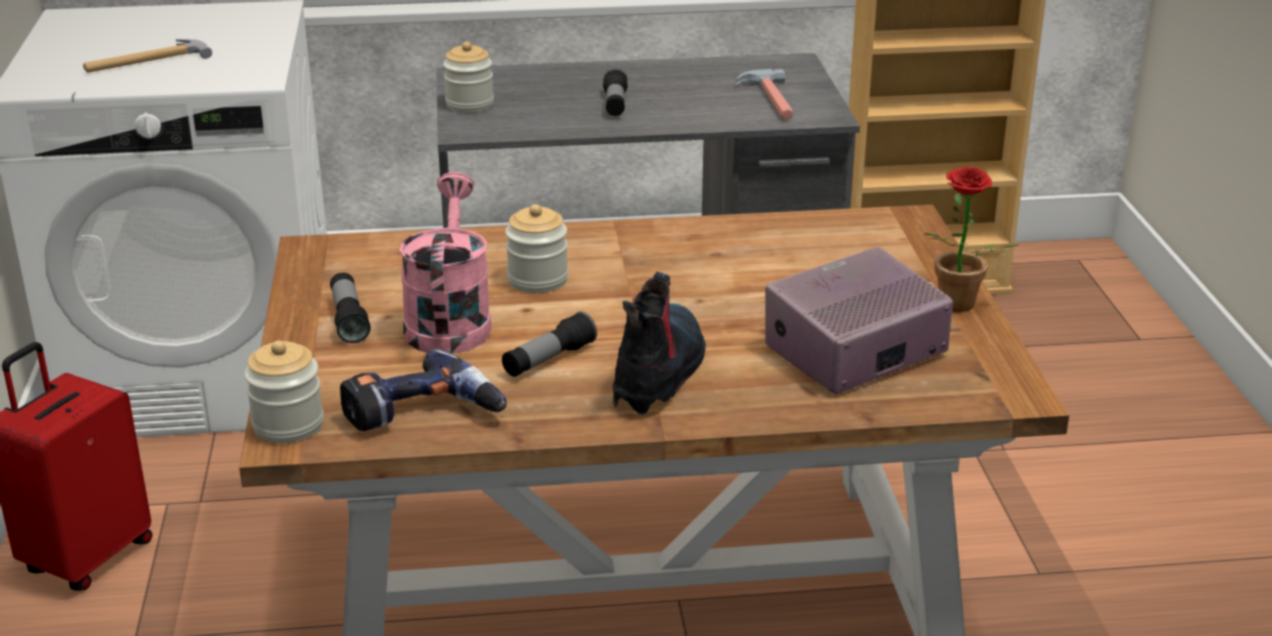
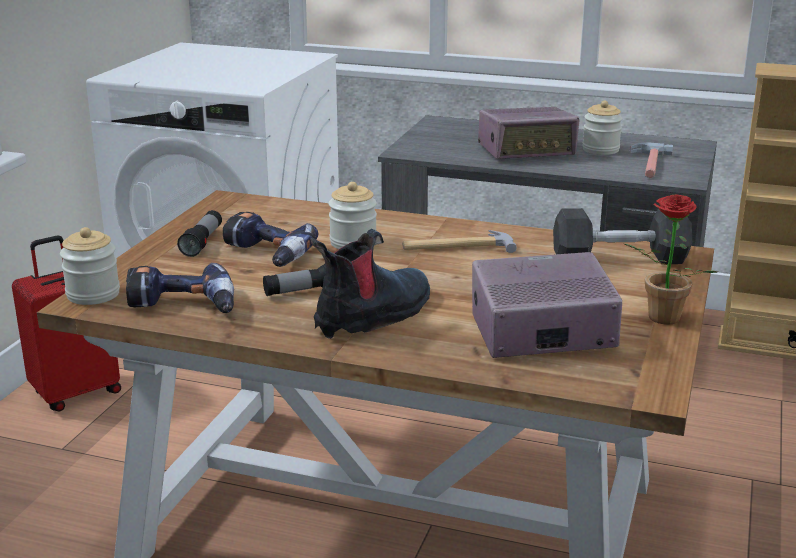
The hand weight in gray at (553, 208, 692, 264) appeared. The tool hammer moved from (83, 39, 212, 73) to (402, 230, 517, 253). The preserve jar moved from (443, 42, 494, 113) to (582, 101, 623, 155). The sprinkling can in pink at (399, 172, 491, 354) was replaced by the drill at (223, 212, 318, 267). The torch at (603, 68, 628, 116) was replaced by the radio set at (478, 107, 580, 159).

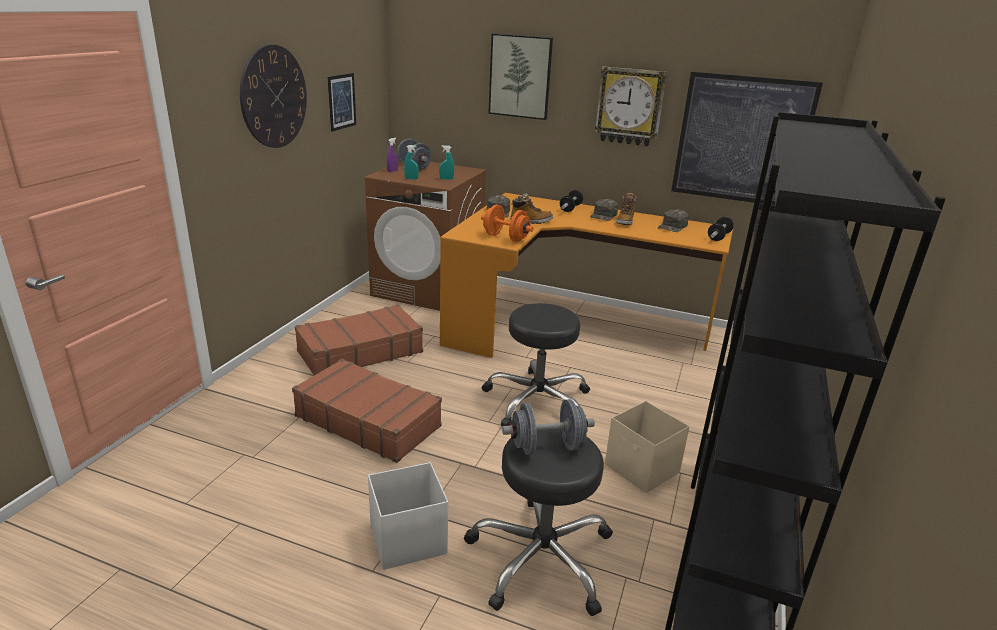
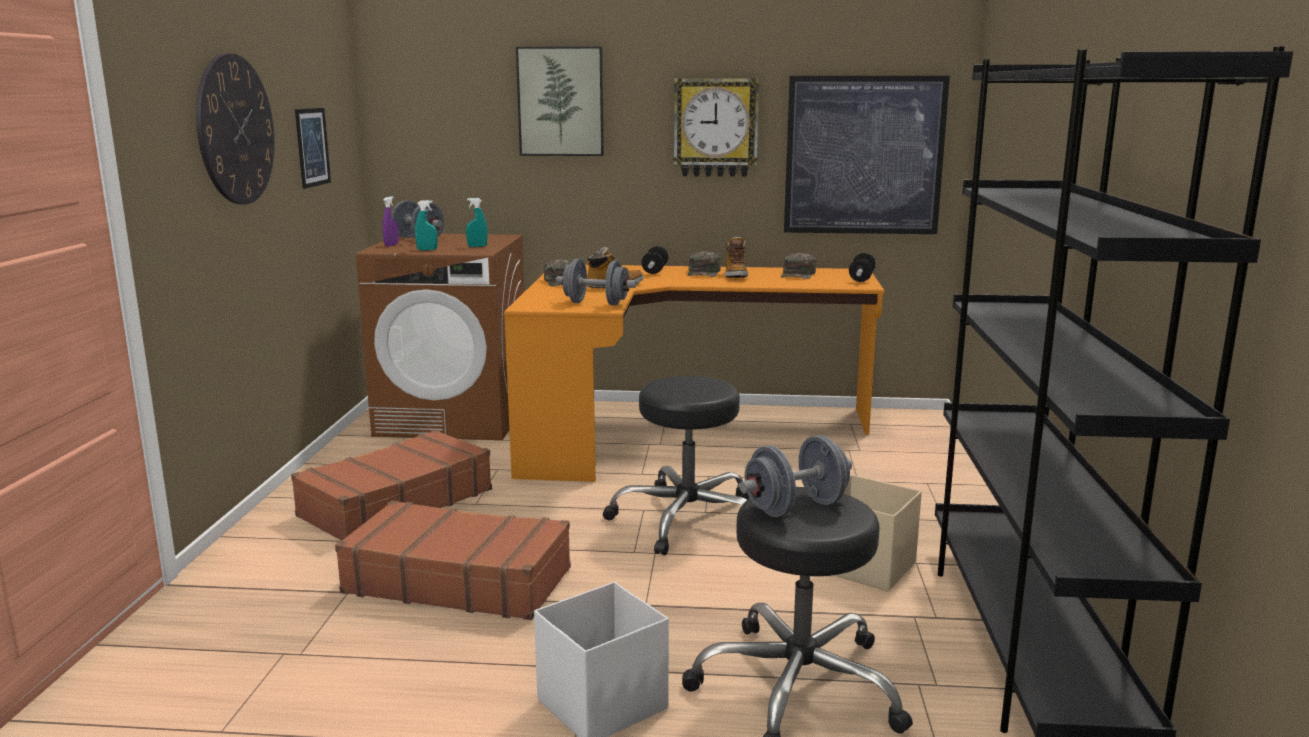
The hand weight in orangey at (481, 205, 534, 242) became the hand weight in gray at (556, 259, 636, 306).

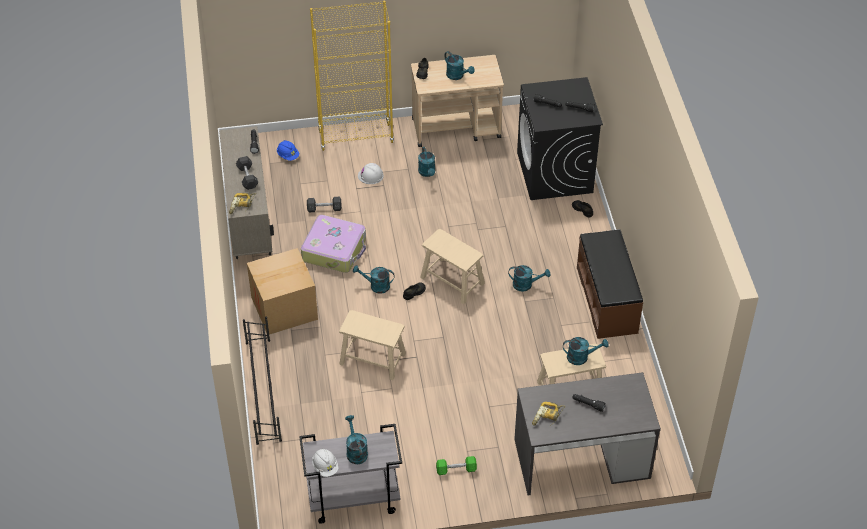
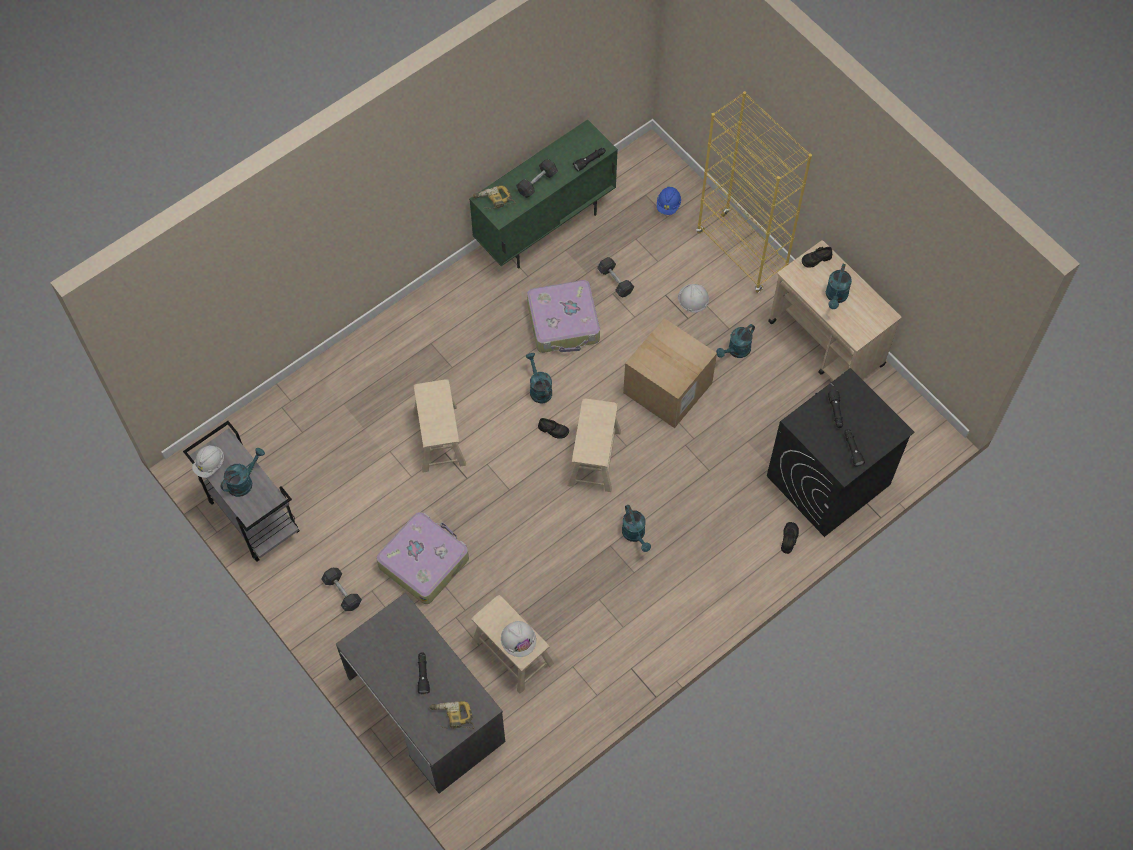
The shoe rack in black-coloured at (243, 317, 282, 445) disappeared. The indoor bench in brown-coloured at (577, 229, 643, 339) disappeared. The piece of luggage at (376, 512, 469, 604) appeared. The carton moved from (247, 248, 318, 335) to (623, 318, 717, 428). The drill moved from (532, 402, 566, 427) to (429, 701, 474, 729). The sprinkling can in blue-green at (563, 337, 609, 365) was replaced by the work helmet in white at (501, 621, 536, 657). The cabinet in sand-coloured at (219, 126, 274, 259) became the cabinet in green-coloured at (469, 120, 618, 269). The hand weight in green-coloured at (436, 456, 477, 475) became the hand weight in gray at (321, 568, 362, 611).

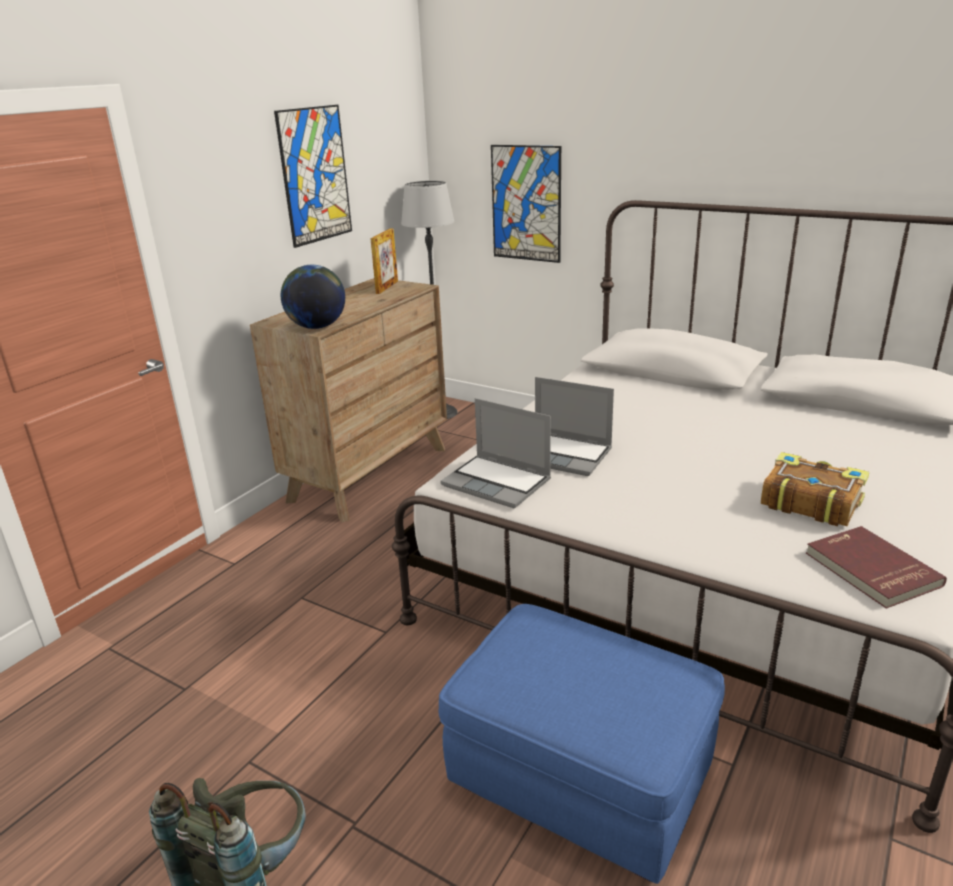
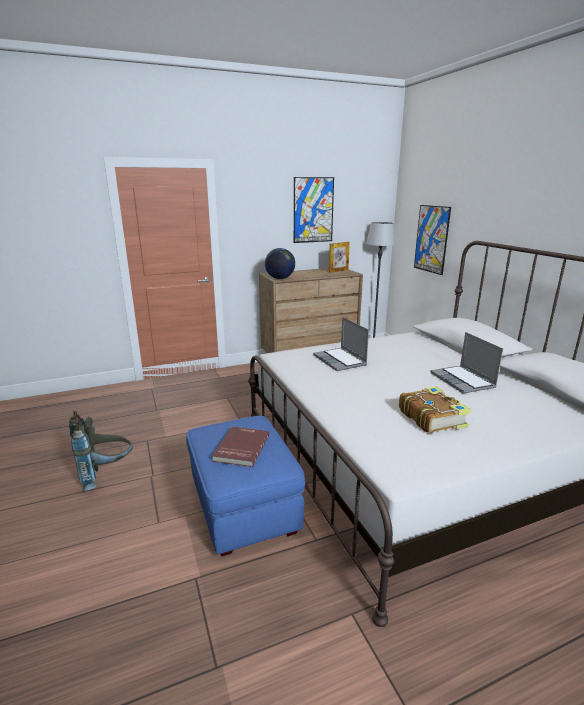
The portable computer moved from (440, 398, 551, 508) to (430, 332, 503, 393). The bound book in reddish moved from (806, 526, 947, 609) to (212, 427, 269, 467).

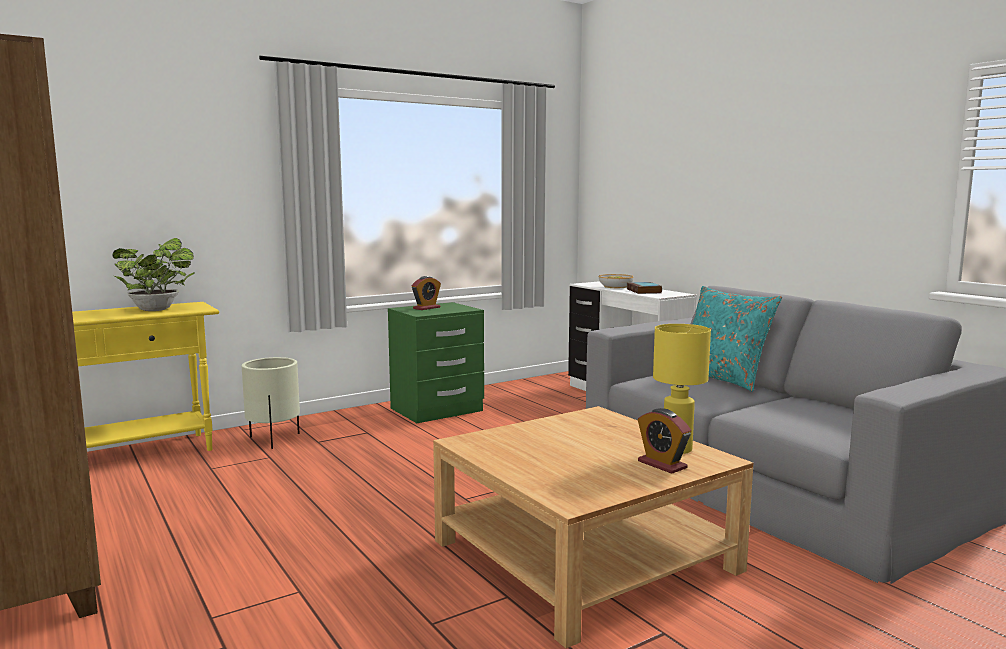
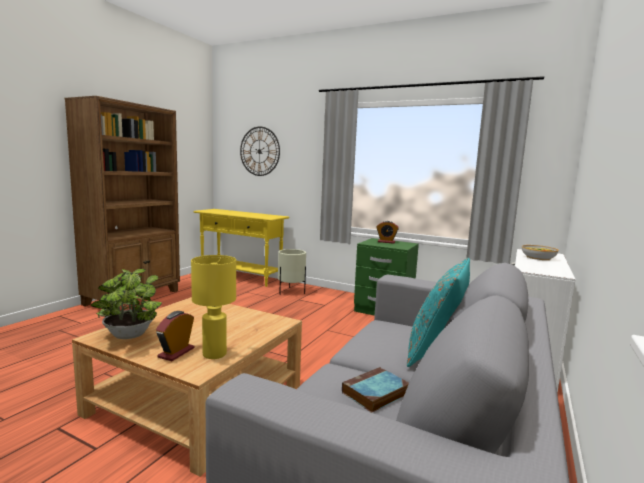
The wall clock at (240, 127, 280, 176) appeared. The potted plant moved from (112, 238, 195, 311) to (91, 269, 162, 339). The bound book moved from (627, 282, 662, 294) to (342, 367, 409, 413).

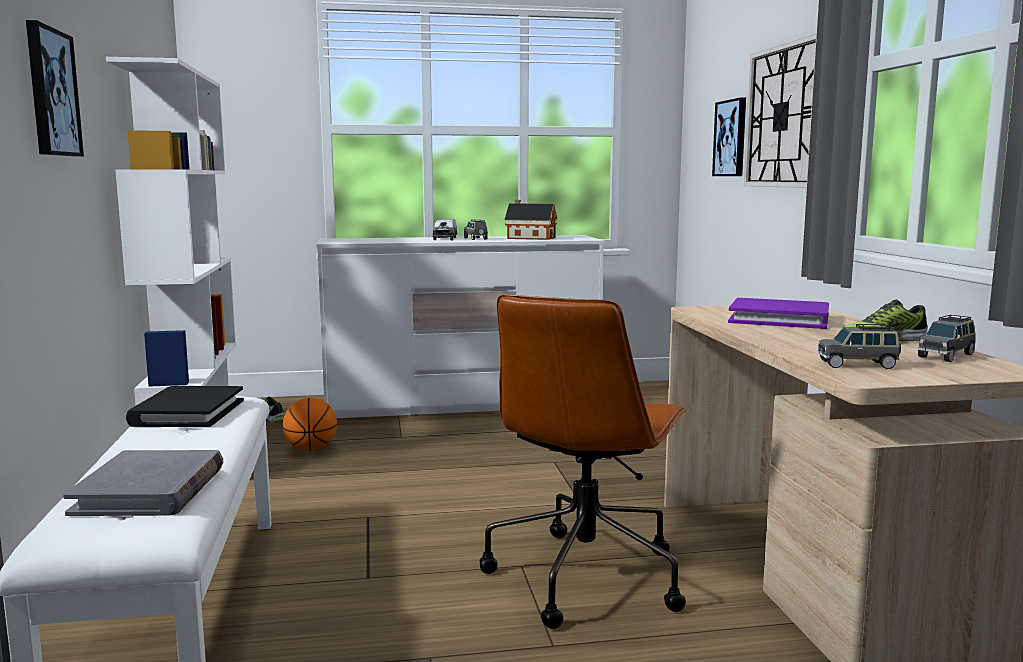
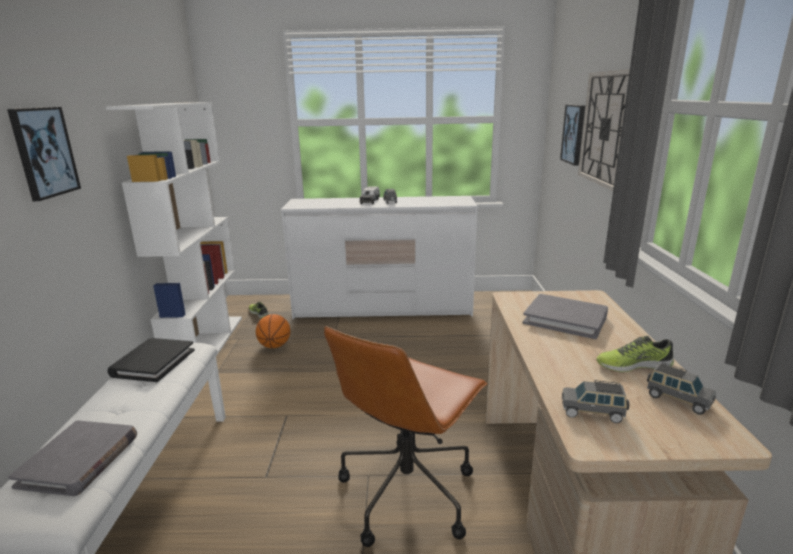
The toy house at (505, 200, 557, 240) disappeared. The bound book in purple-coloured at (728, 298, 829, 329) became the bound book in gray at (523, 294, 608, 339). The miniature car in gray at (918, 315, 976, 362) turned 105 degrees counterclockwise.

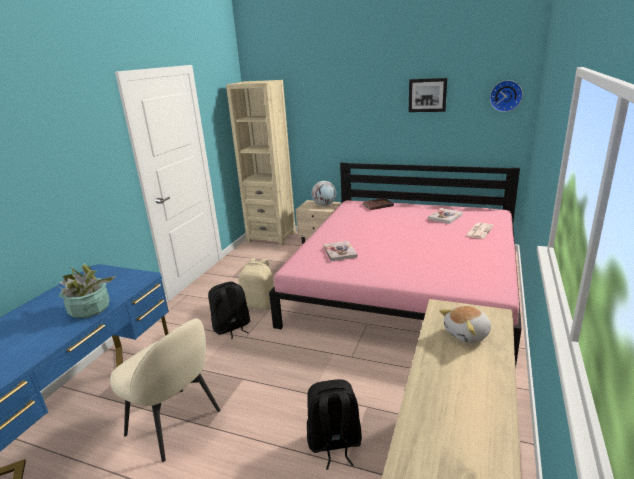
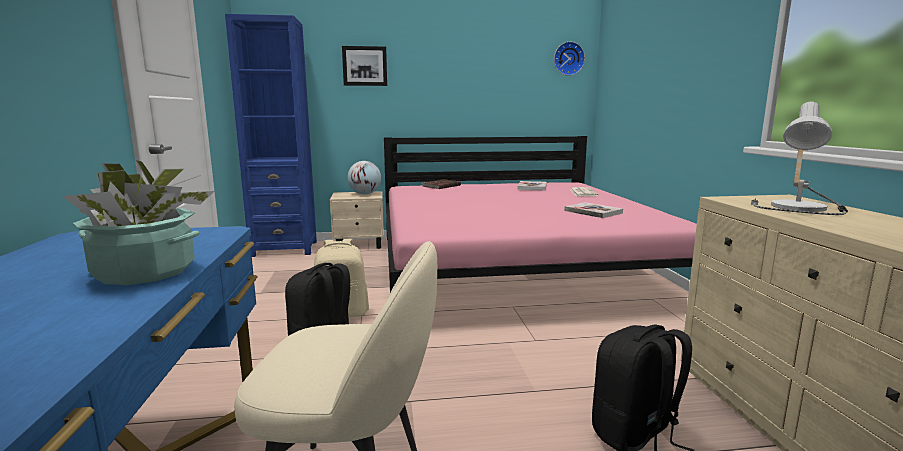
The bound book moved from (323, 241, 357, 261) to (564, 202, 623, 218). The wall art moved from (409, 78, 447, 112) to (342, 46, 387, 86). The soft toy at (439, 306, 491, 343) was replaced by the tabletop lamp at (751, 102, 848, 215). The bookcase in sand-coloured at (226, 80, 296, 246) became the bookcase in bluish at (225, 14, 317, 257).

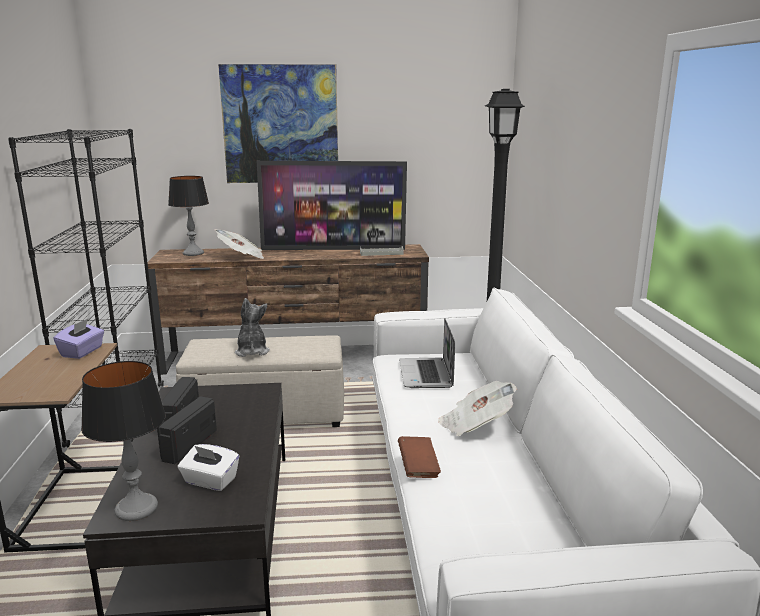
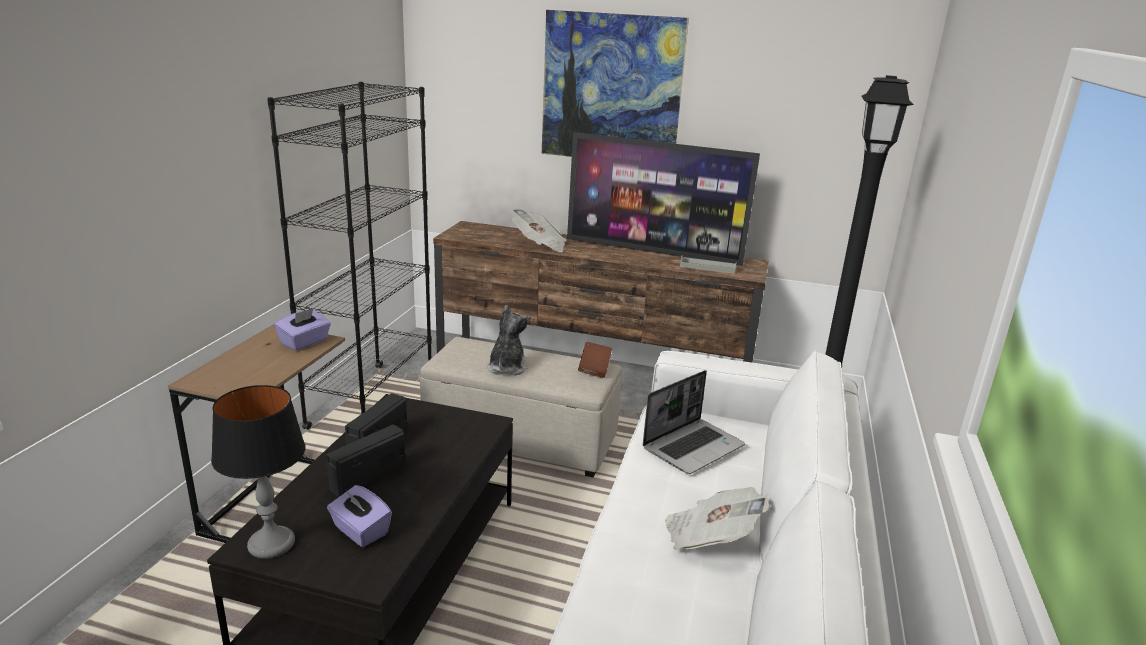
The tabletop lamp at (168, 176, 209, 256) disappeared. The bound book in brown-coloured moved from (398, 436, 441, 478) to (578, 342, 612, 378). The tissue box in white at (178, 444, 239, 491) became the tissue box in purple-coloured at (327, 485, 392, 547). The portable computer at (399, 318, 455, 388) turned 150 degrees counterclockwise.

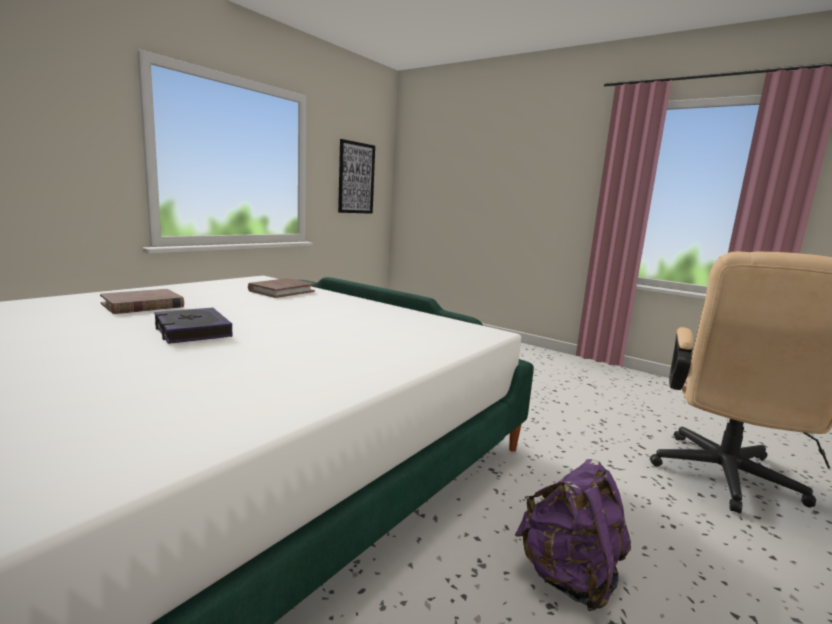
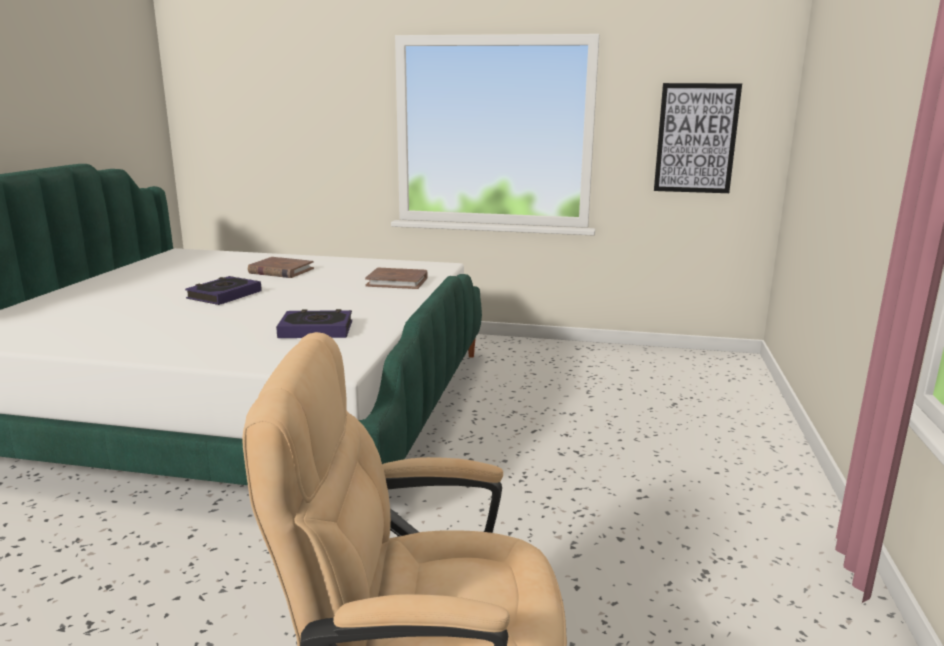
The knapsack in purple-coloured at (515, 459, 631, 611) disappeared. The bound book at (276, 309, 352, 338) appeared.

